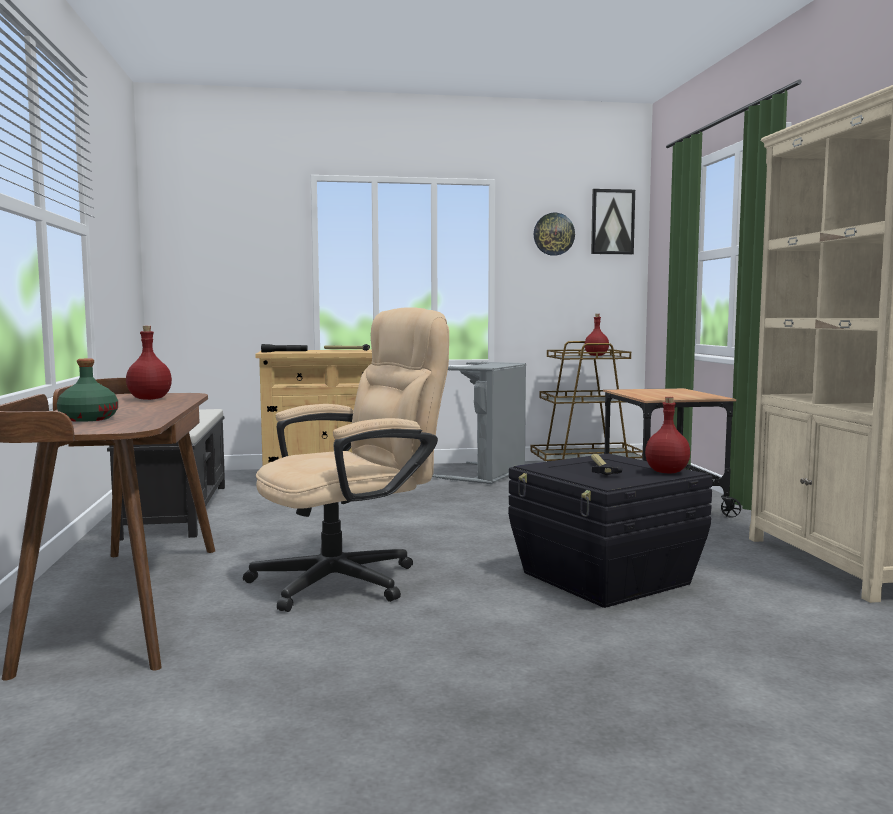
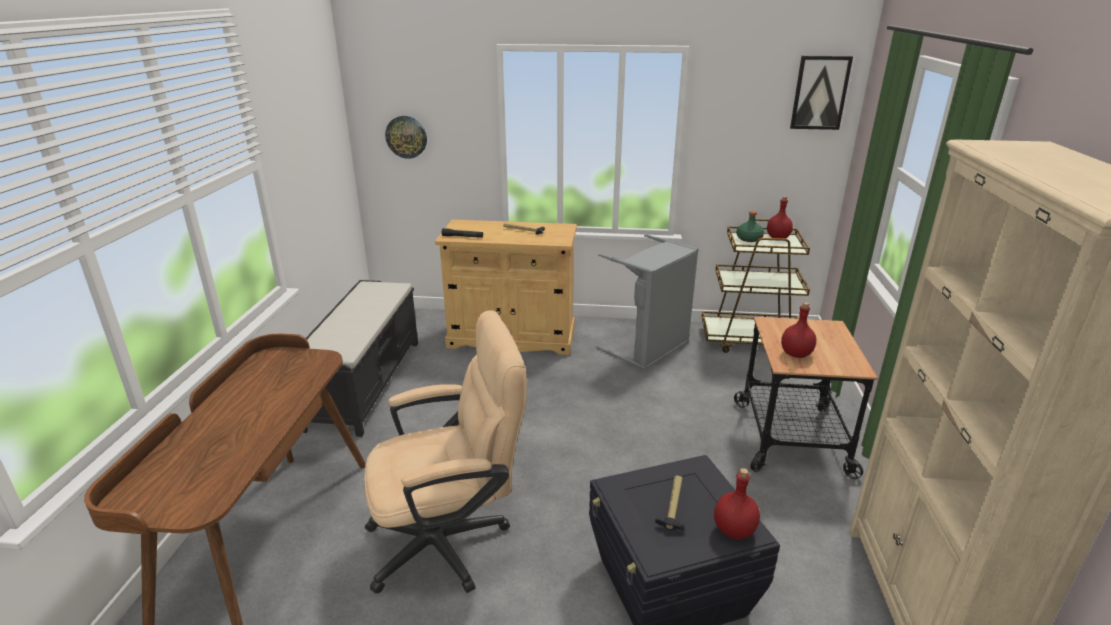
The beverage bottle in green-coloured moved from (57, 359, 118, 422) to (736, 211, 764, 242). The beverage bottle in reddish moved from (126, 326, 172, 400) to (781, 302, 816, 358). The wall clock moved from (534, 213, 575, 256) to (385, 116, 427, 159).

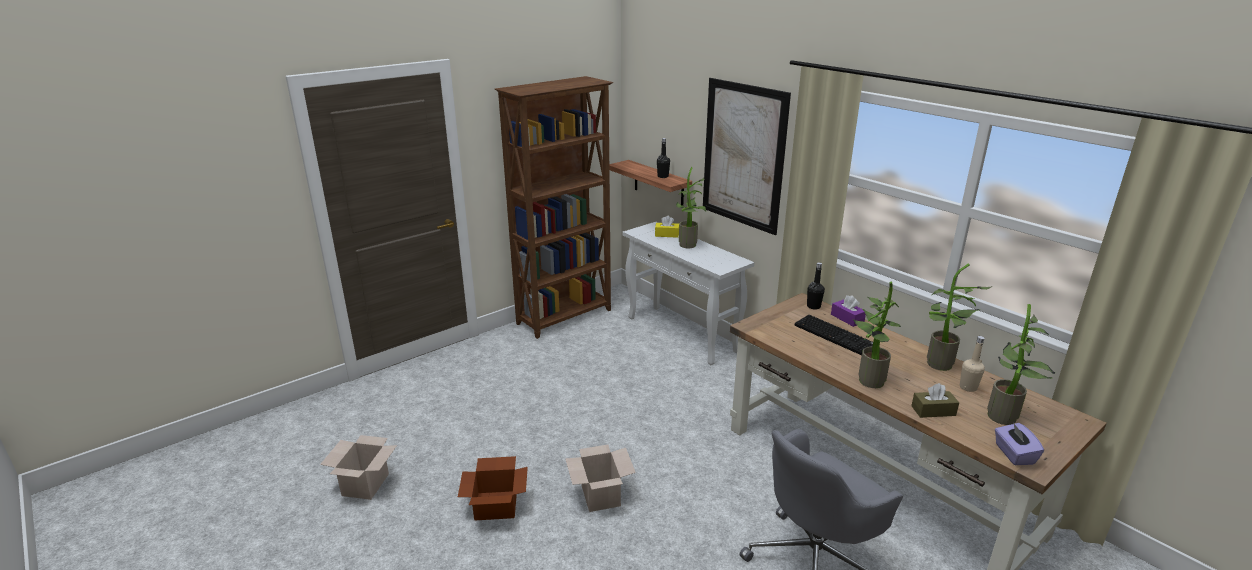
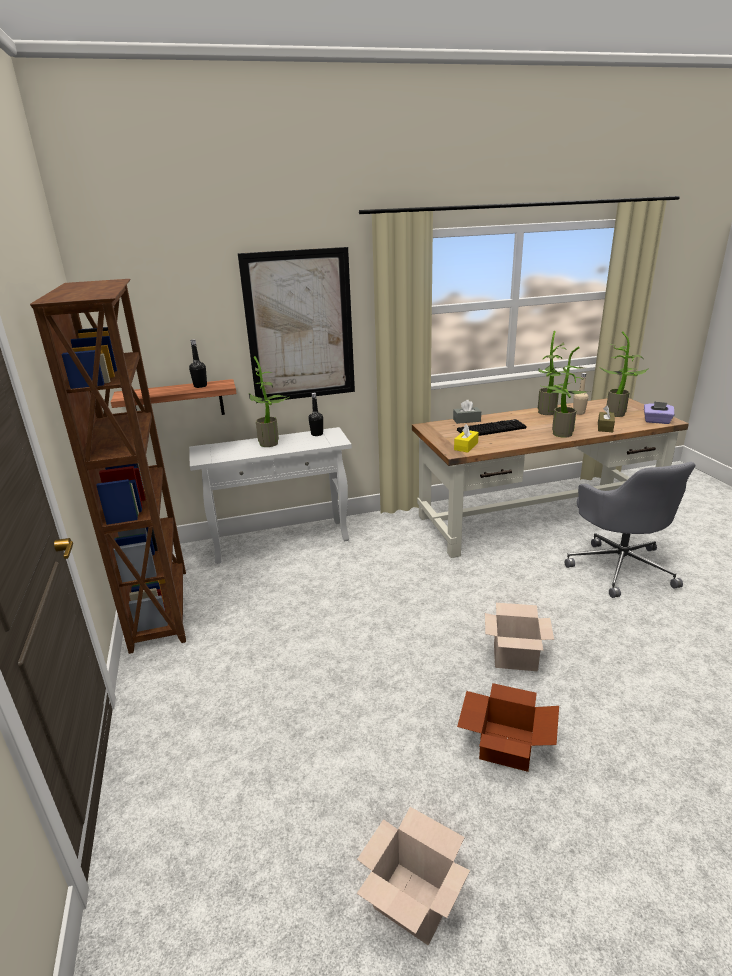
The tissue box in yellow moved from (655, 216, 679, 238) to (454, 424, 479, 453). The beverage bottle in black-coloured moved from (807, 262, 825, 310) to (308, 393, 323, 436). The tissue box in purple-coloured at (831, 295, 866, 327) became the tissue box in gray at (453, 400, 481, 424).

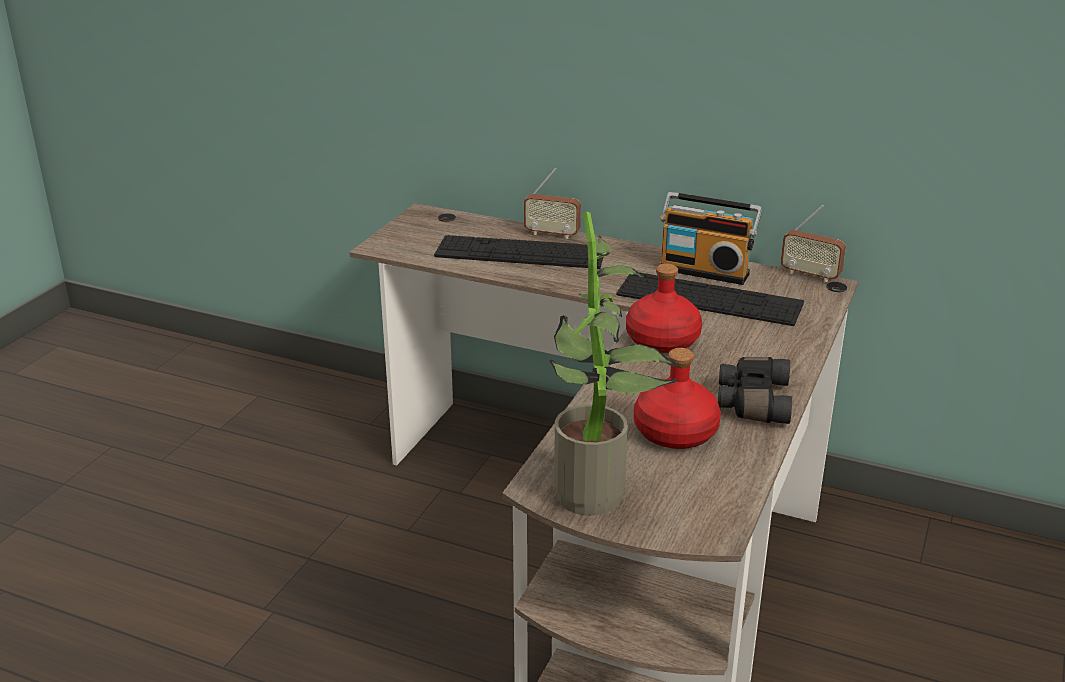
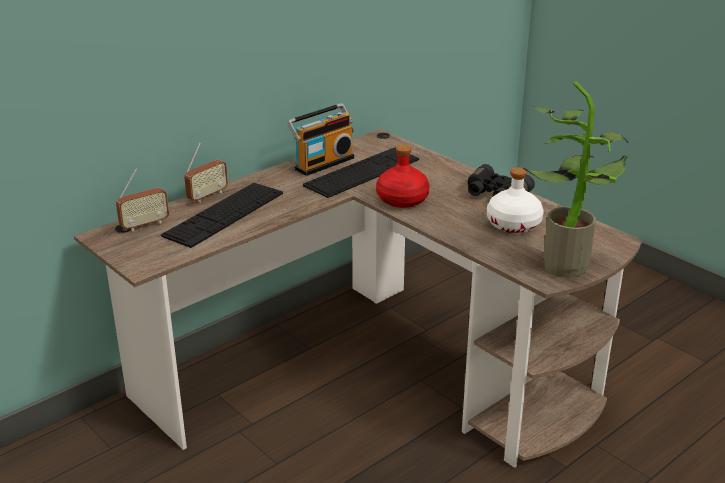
The radio set moved from (781, 205, 846, 282) to (116, 168, 169, 231). The beverage bottle in reddish at (634, 348, 721, 449) became the beverage bottle in white at (487, 167, 544, 233).

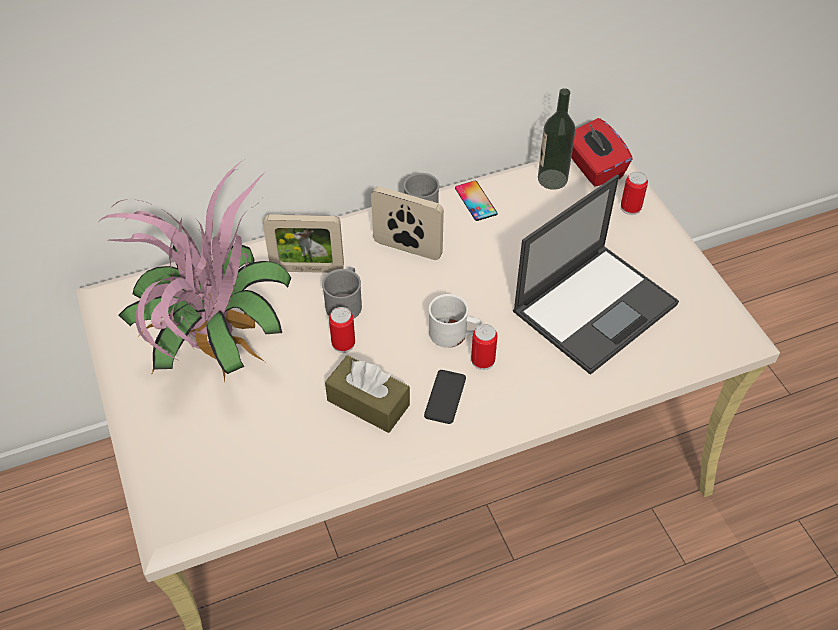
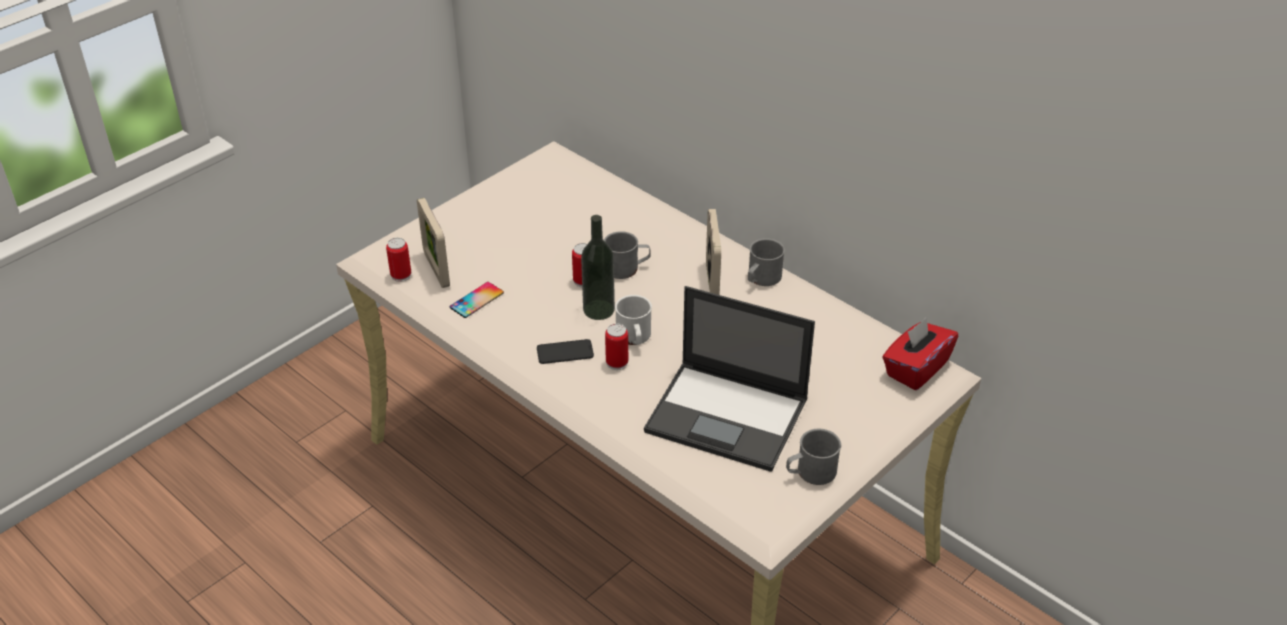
The potted plant at (100, 161, 291, 382) disappeared. The tissue box in brown-coloured at (325, 355, 410, 433) disappeared. The coffee mug in gray at (786, 429, 841, 485) appeared. The photo frame moved from (263, 214, 344, 273) to (417, 198, 450, 288). The telephone moved from (455, 181, 498, 221) to (449, 282, 504, 318). The beverage bottle moved from (538, 88, 575, 190) to (581, 215, 615, 320). The sealed can moved from (621, 171, 648, 215) to (386, 238, 411, 282).

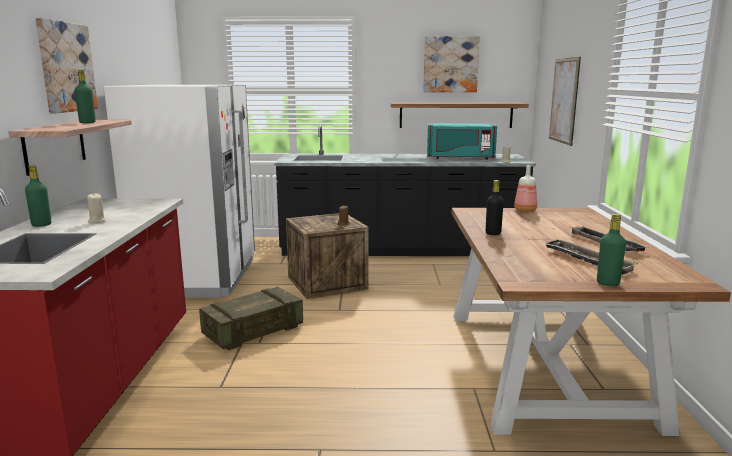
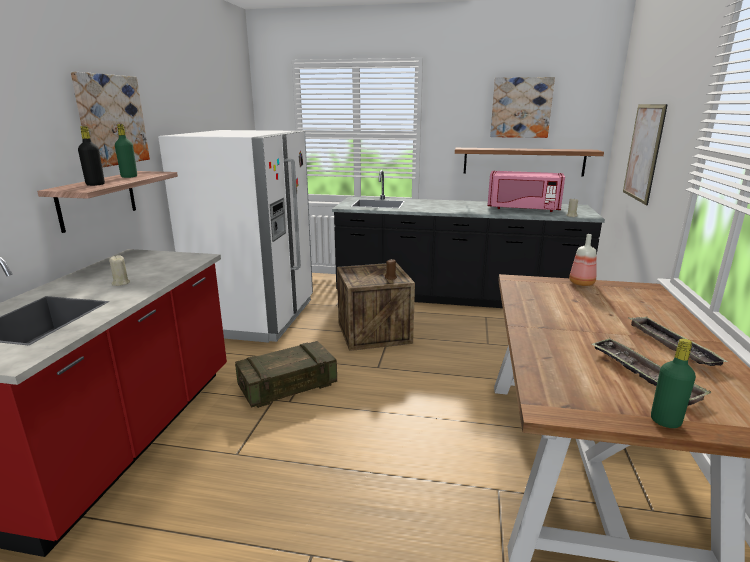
The beverage bottle in green-coloured at (25, 166, 51, 227) disappeared. The beverage bottle in black-coloured moved from (486, 180, 504, 235) to (78, 126, 105, 186). The microwave in blue-green at (427, 123, 497, 160) became the microwave in pink at (488, 171, 565, 212).

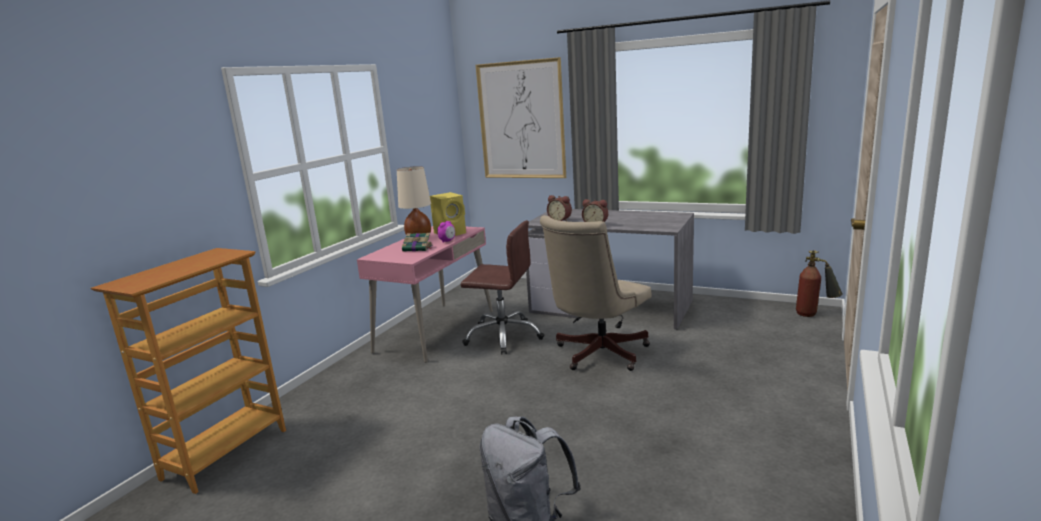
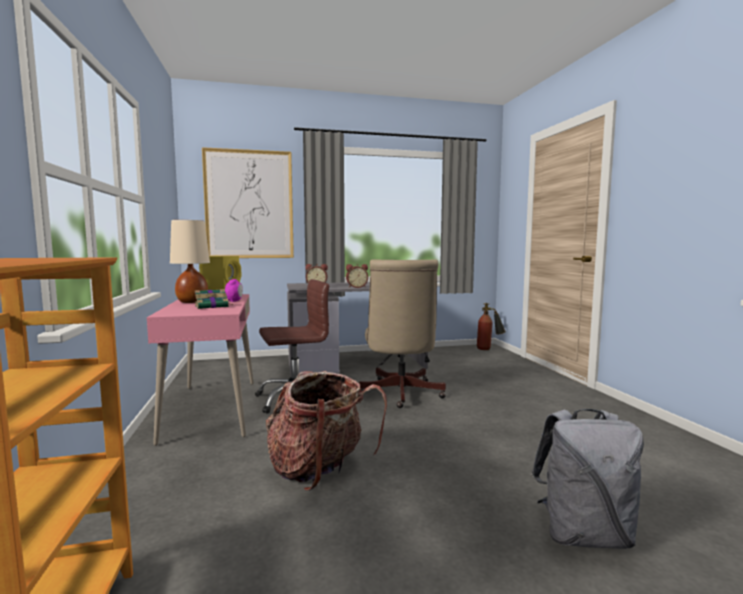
The knapsack at (266, 371, 387, 491) appeared.

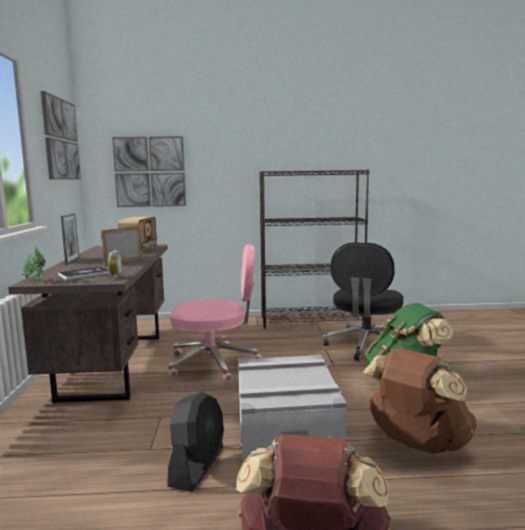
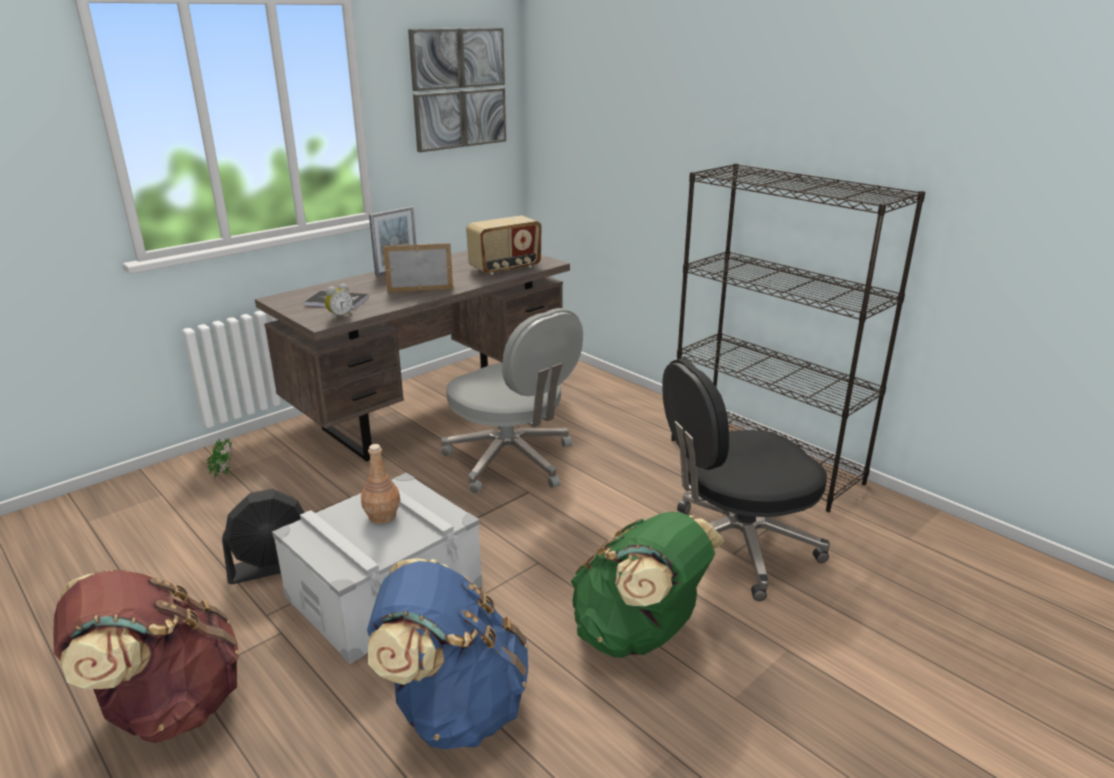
The wall art at (112, 136, 186, 207) disappeared. The beverage bottle in brown-coloured at (361, 444, 400, 524) appeared. The potted plant moved from (22, 246, 46, 282) to (206, 438, 233, 479). The desk chair in pink at (168, 244, 262, 381) became the desk chair in gray at (440, 308, 583, 494). The knapsack in brown-coloured at (363, 348, 477, 454) became the knapsack in bluish at (367, 558, 528, 749).

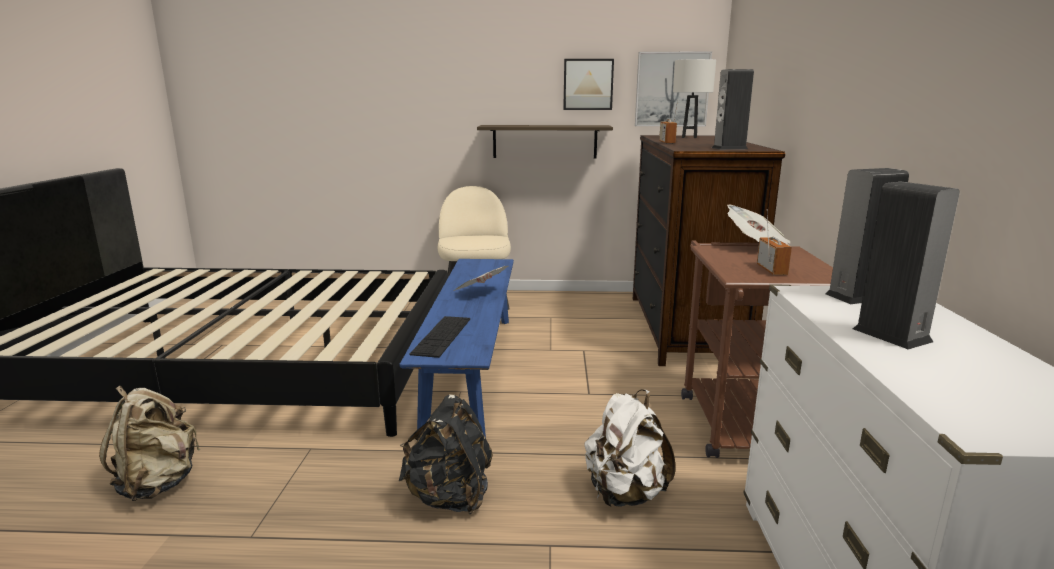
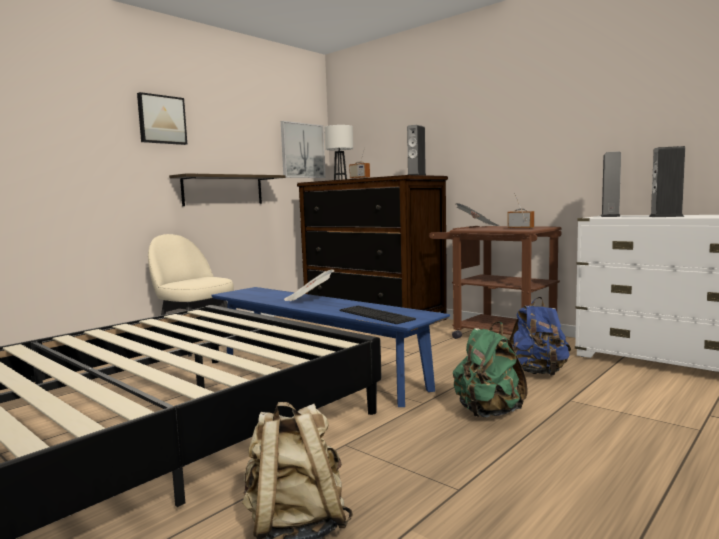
The wall art moved from (563, 59, 614, 110) to (137, 92, 187, 145). The knapsack in black-coloured at (399, 394, 493, 514) became the knapsack in green-coloured at (453, 322, 528, 418). The knapsack in white at (584, 390, 675, 507) became the knapsack in bluish at (509, 297, 571, 376).

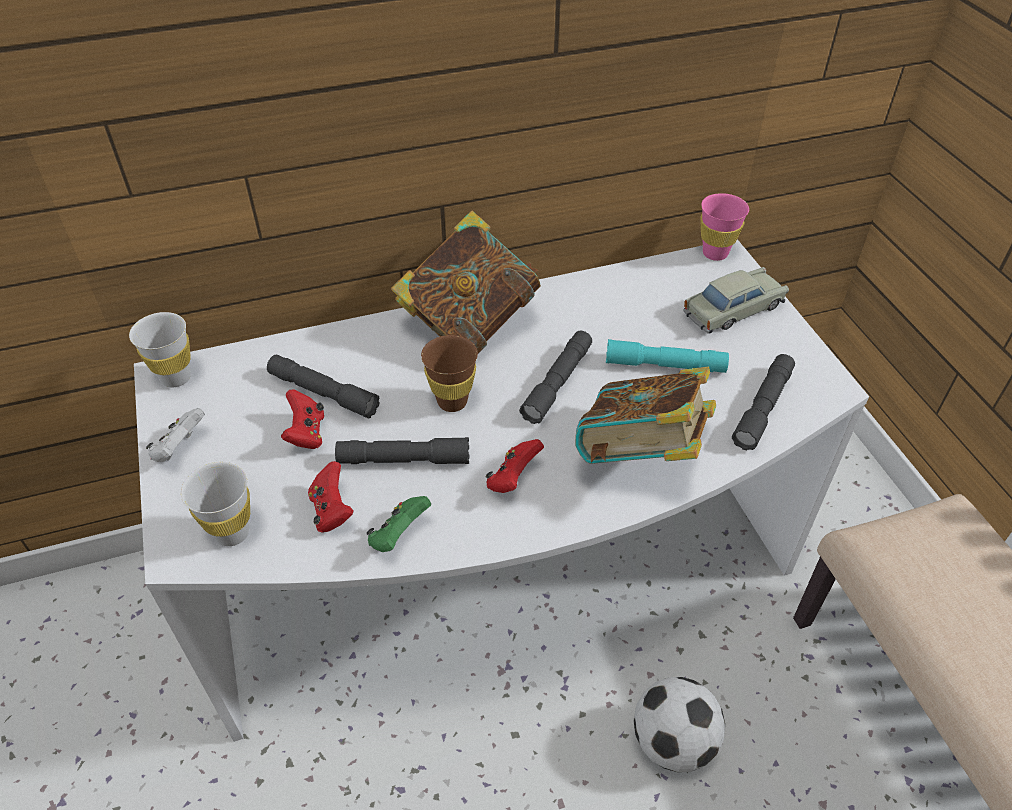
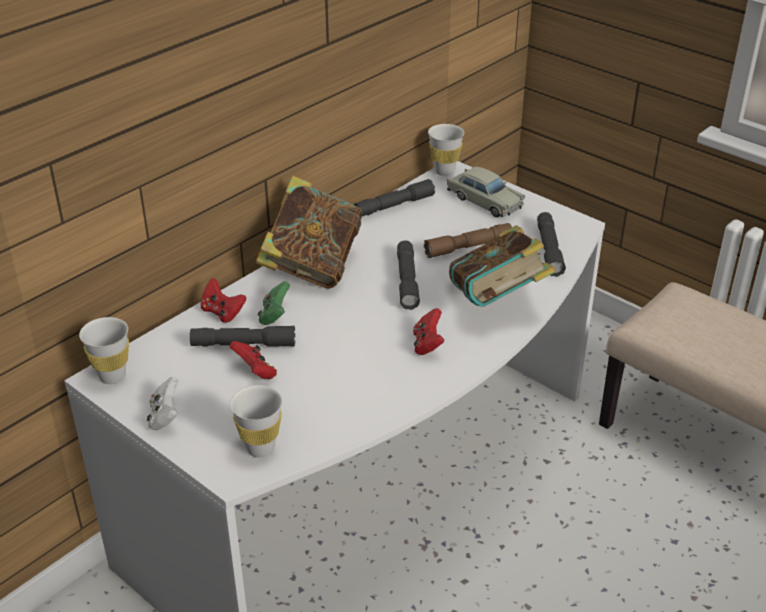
The drinking cup in brown-coloured at (421, 335, 478, 412) disappeared. The football ball at (634, 677, 725, 772) disappeared. The joypad in reddish moved from (308, 461, 354, 533) to (200, 278, 246, 323). The torch in gray moved from (335, 437, 469, 464) to (354, 179, 435, 216). The joypad in green-coloured moved from (366, 496, 431, 552) to (258, 281, 290, 325). The torch in blue-green at (606, 339, 729, 373) became the torch in brown-coloured at (424, 223, 512, 258). The drinking cup in pink at (700, 193, 749, 261) became the drinking cup in white at (428, 124, 464, 176). The miniature car in sand-coloured at (683, 267, 789, 334) turned 105 degrees clockwise.

